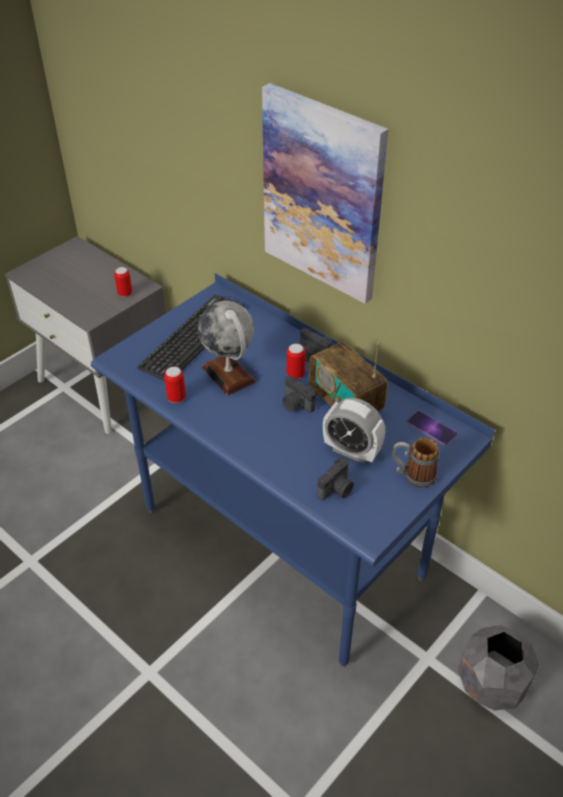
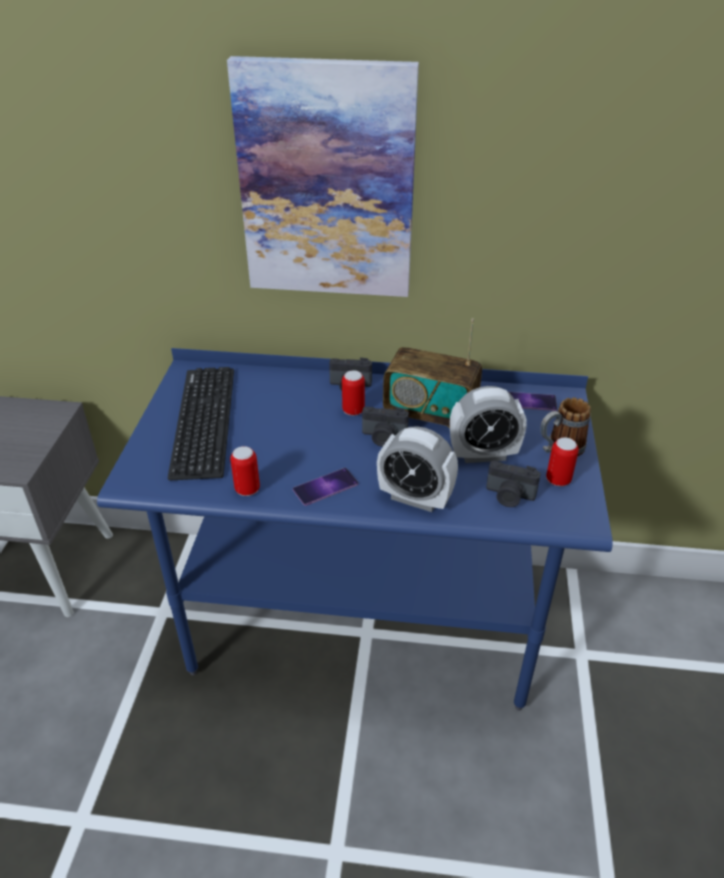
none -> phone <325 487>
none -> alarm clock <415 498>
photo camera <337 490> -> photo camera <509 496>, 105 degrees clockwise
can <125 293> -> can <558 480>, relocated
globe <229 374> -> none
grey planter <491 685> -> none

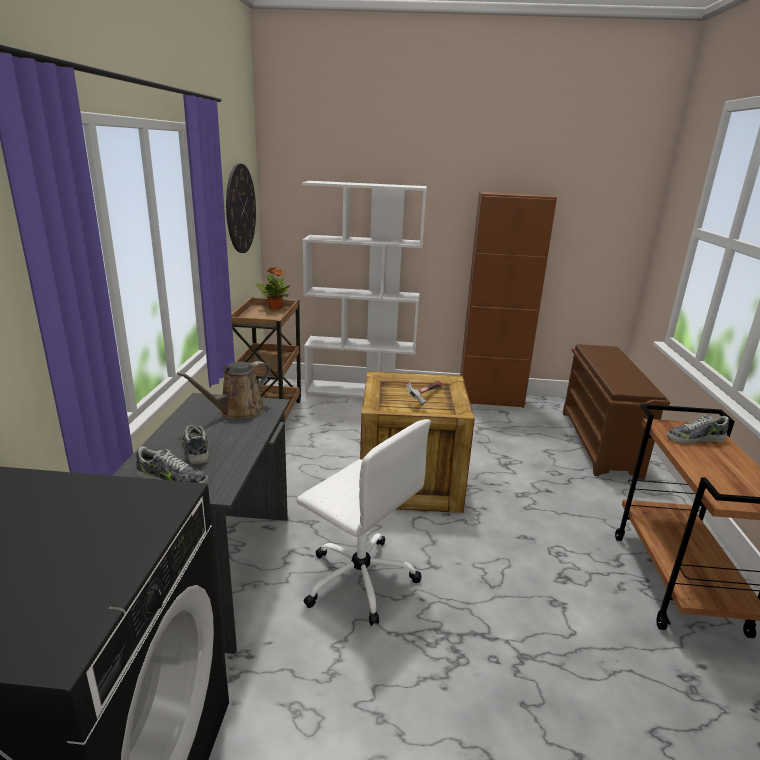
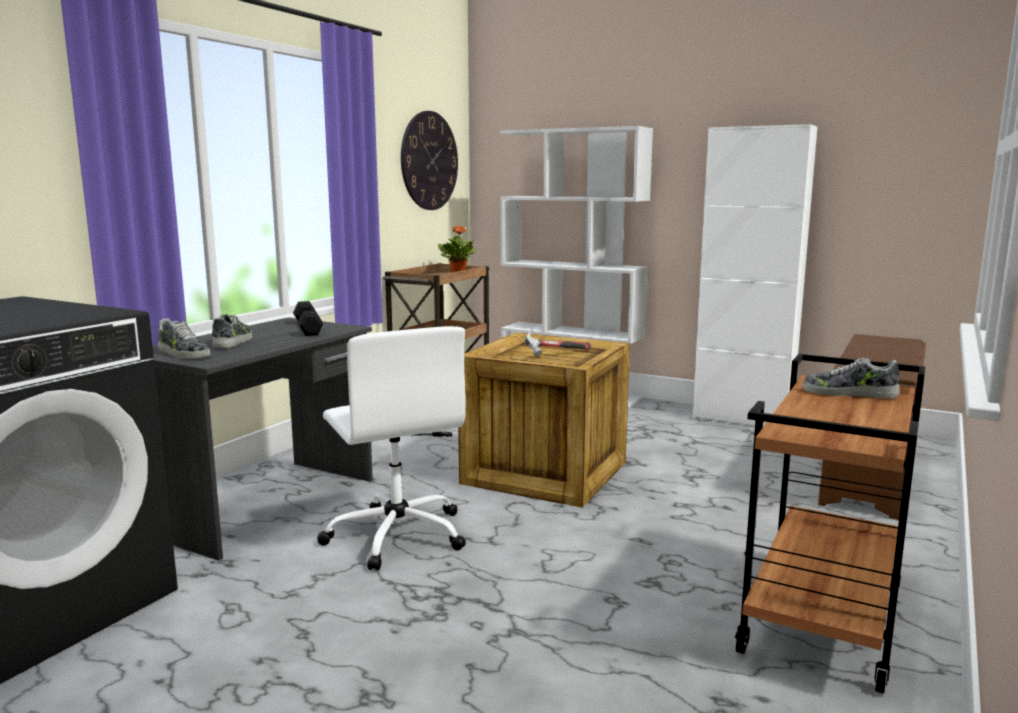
brown watering can <237 411> -> black dumbbell <308 328>
brown cabinet <490 399> -> white cabinet <742 419>

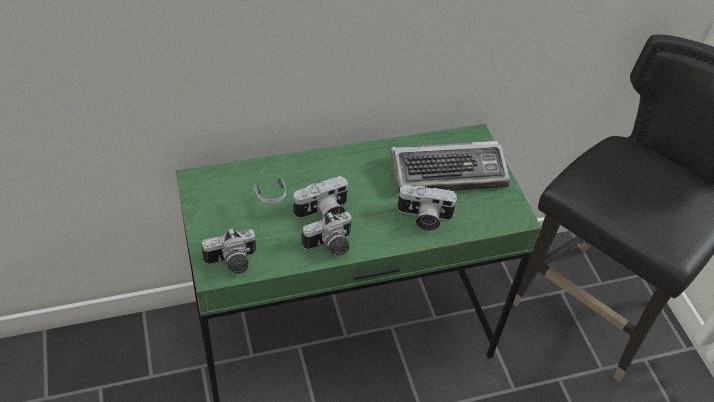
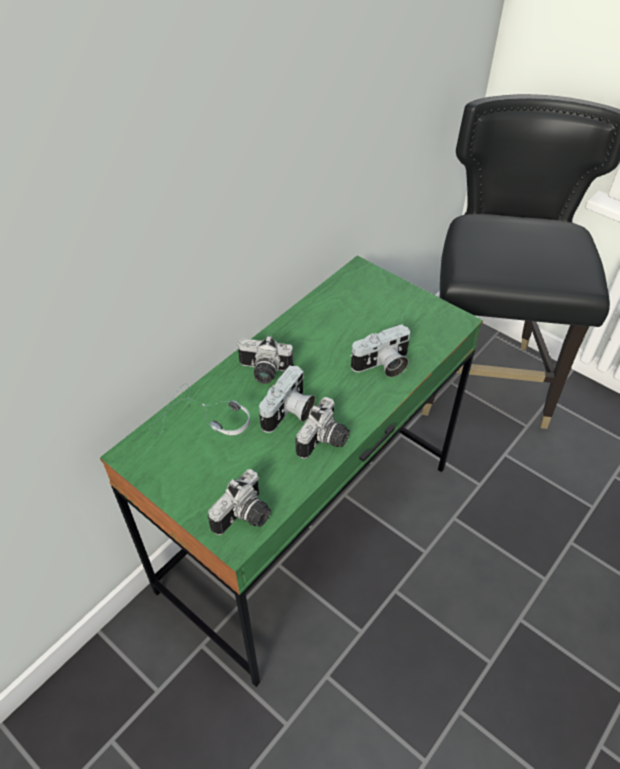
none -> photo camera <264 372>
keyboard <449 172> -> none

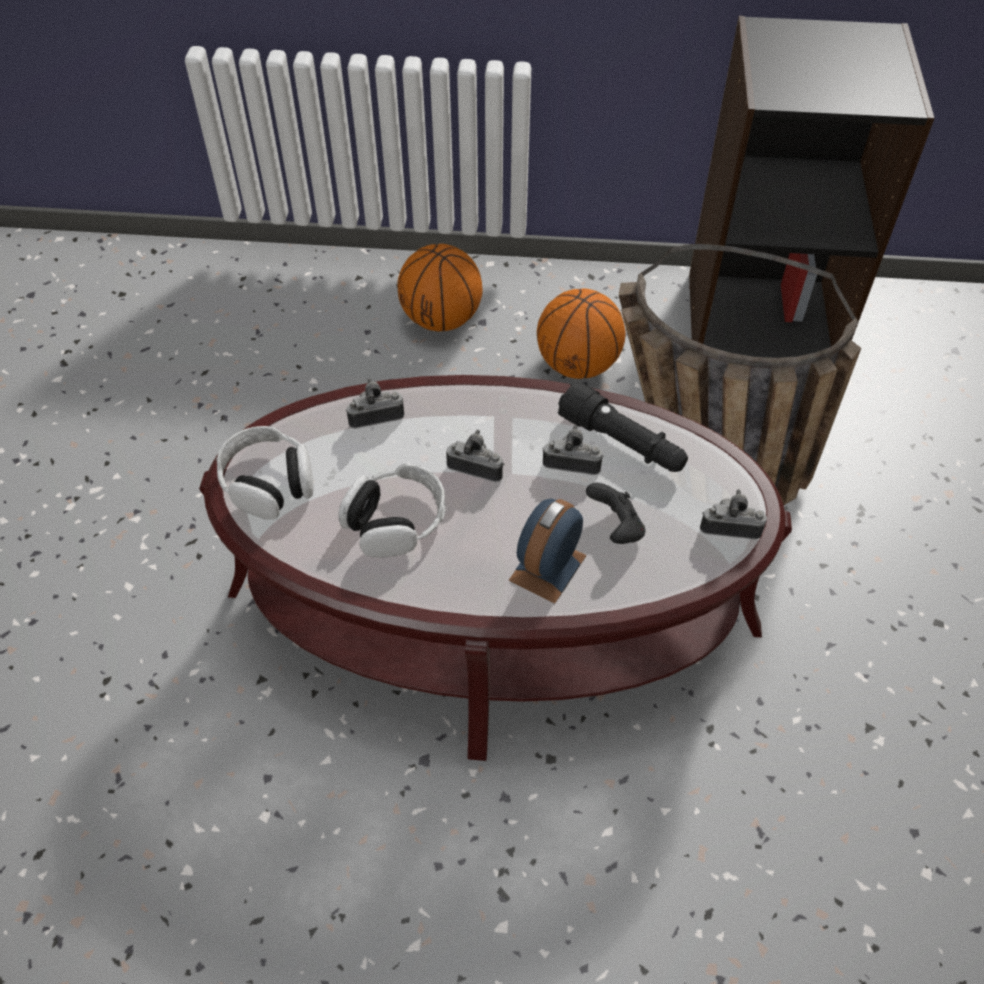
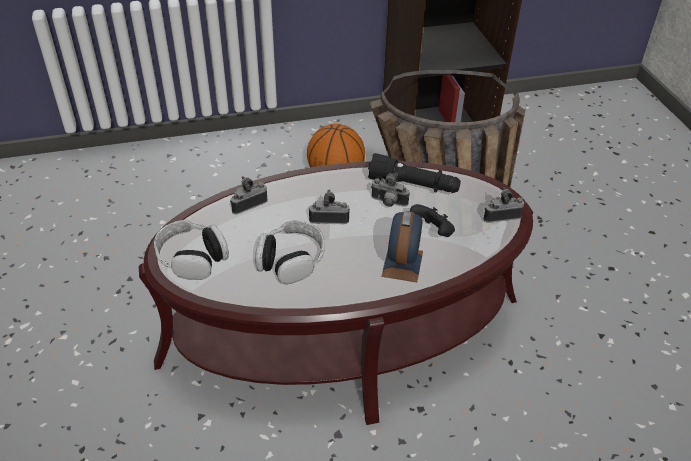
photo camera <572 463> -> photo camera <388 203>, 150 degrees counterclockwise
basketball <441 319> -> none

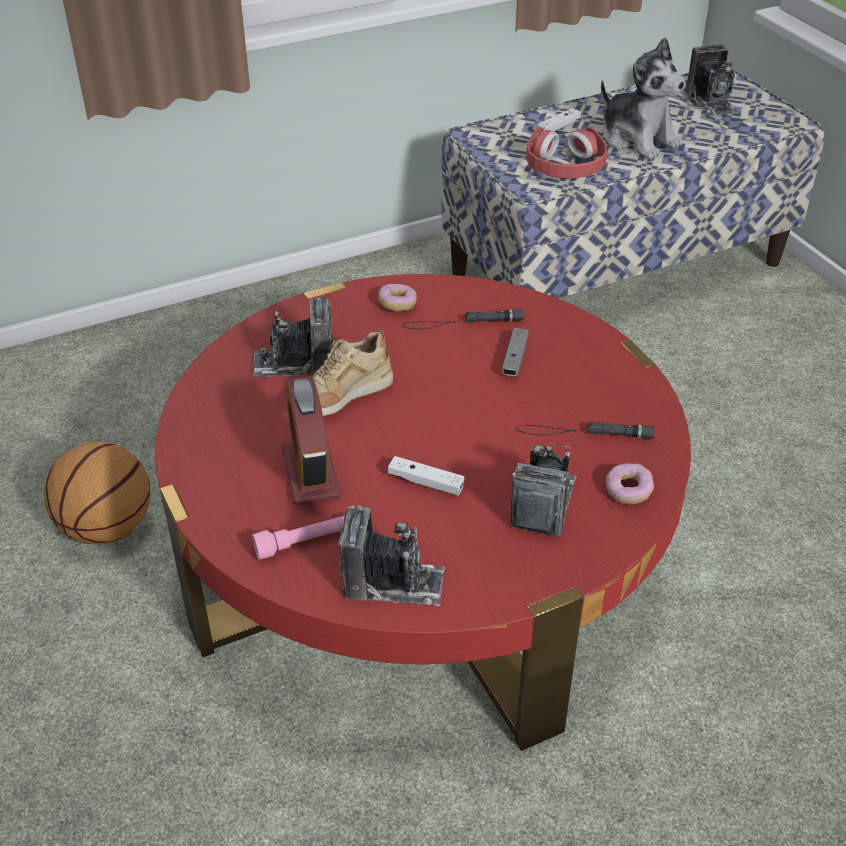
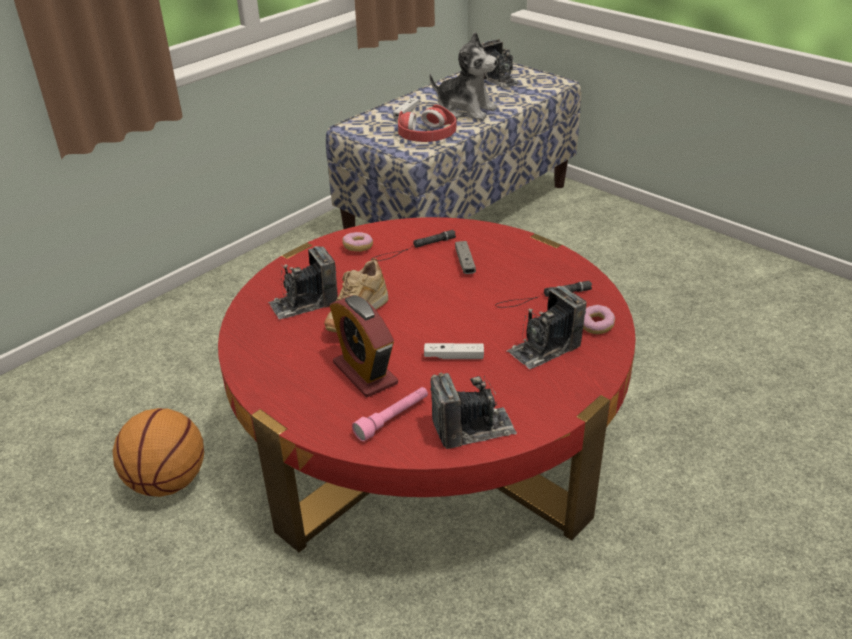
photo camera <543 503> -> photo camera <544 348>, 120 degrees counterclockwise

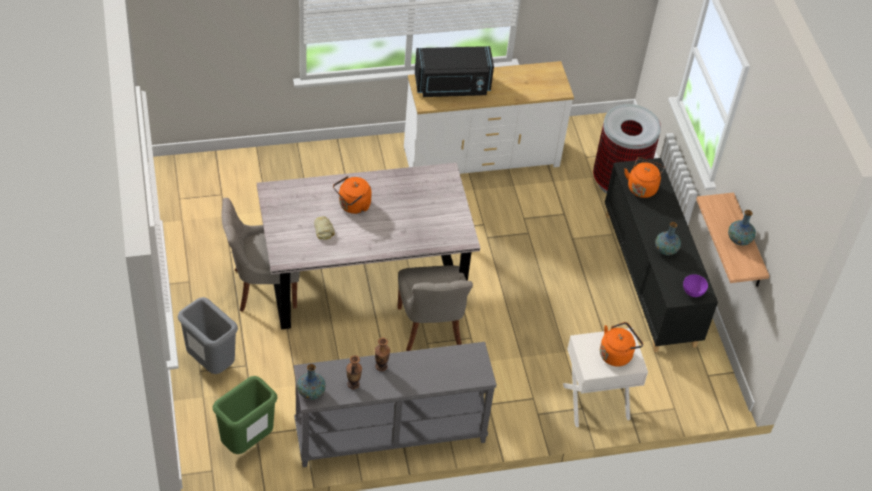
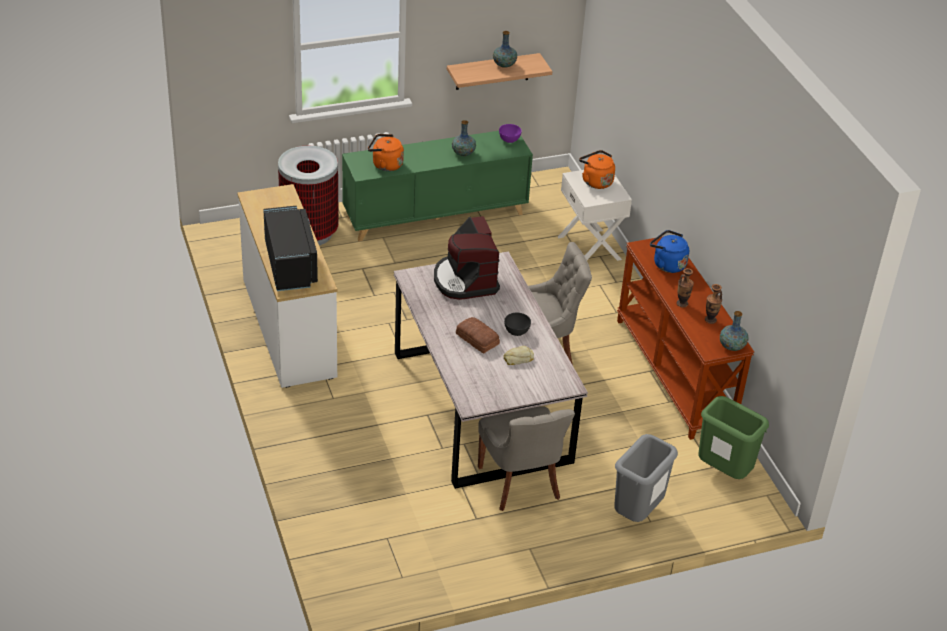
black cabinet <650 279> -> green cabinet <436 215>
none -> coffee machine <465 280>
orange kettle <353 205> -> bread <477 339>
none -> grey bowl <517 332>
grey console table <390 435> -> brown console table <675 373>
none -> blue kettle <667 264>

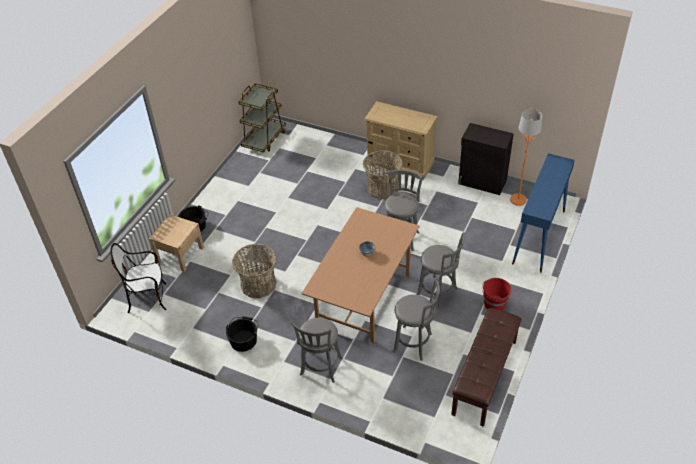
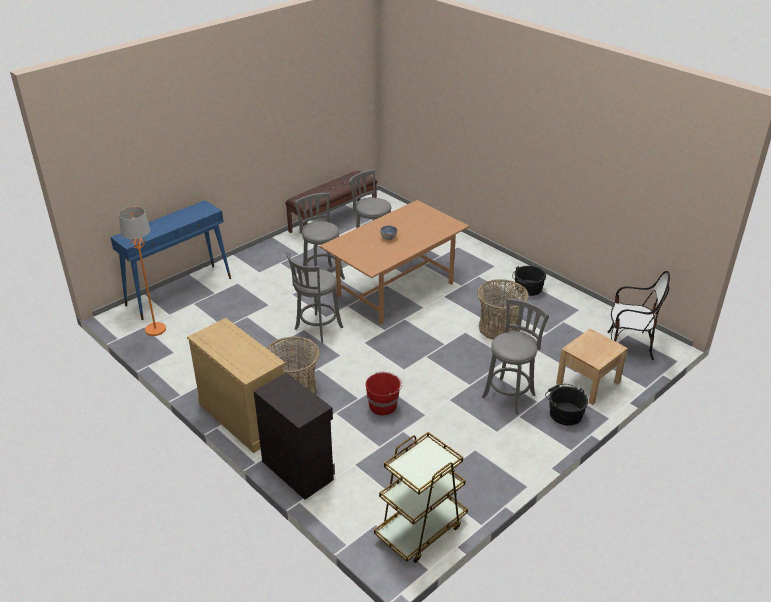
black cabinet <482 183> -> black cabinet <298 469>, relocated
red bucket <494 303> -> red bucket <383 405>, relocated
grey stool <320 368> -> grey stool <510 394>, relocated

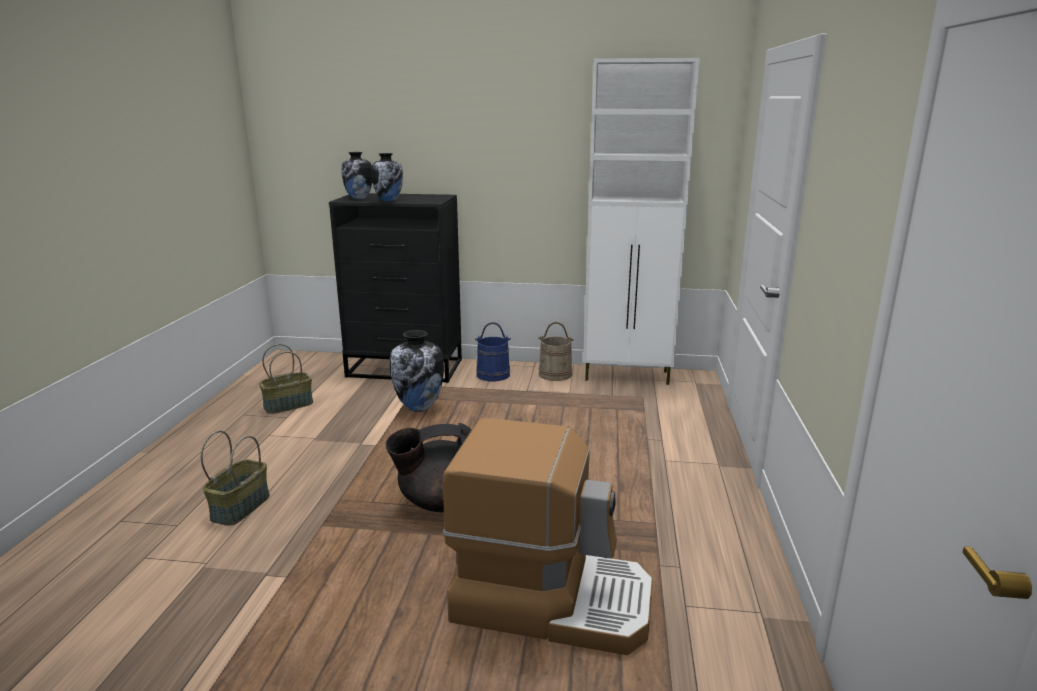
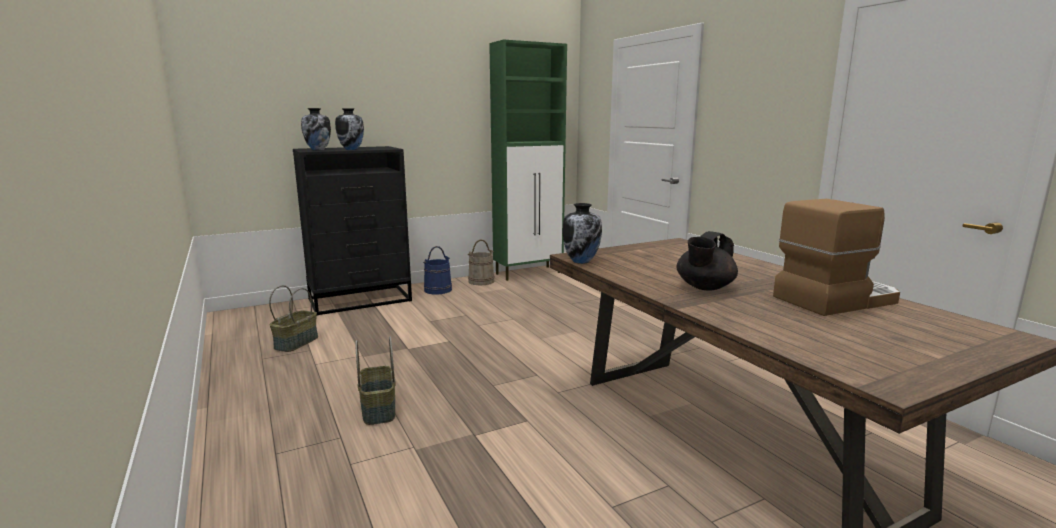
white cabinet <628 376> -> green cabinet <529 273>

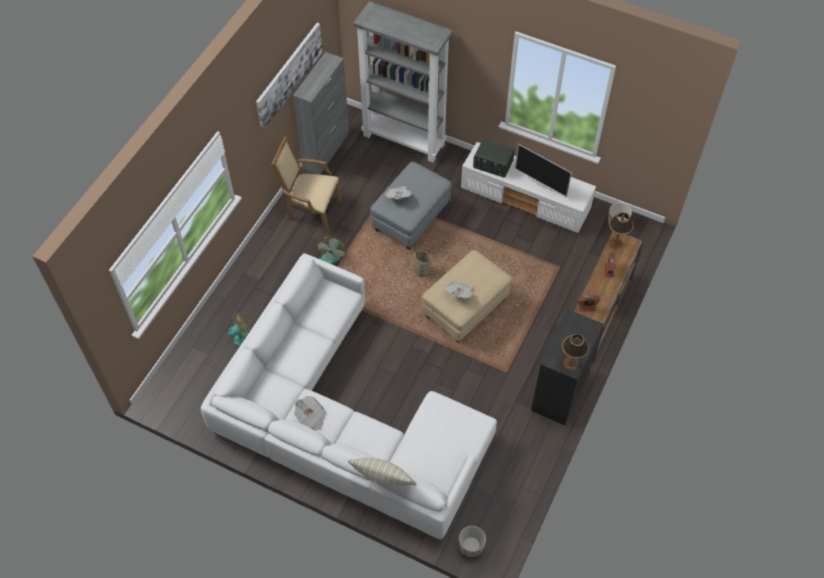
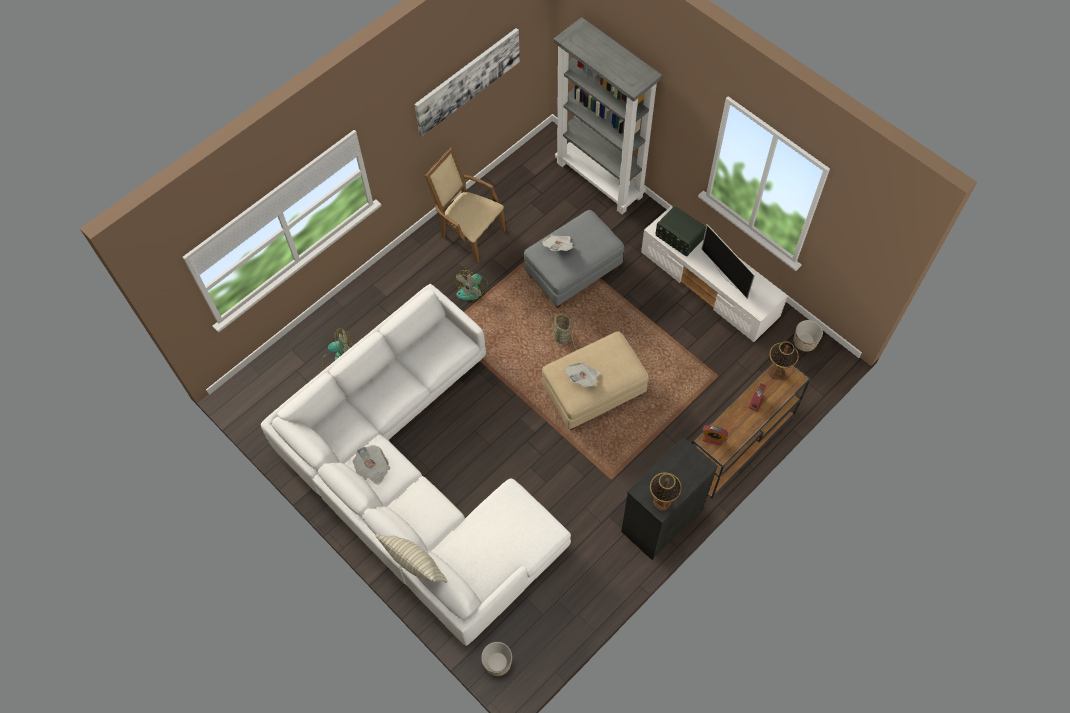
grey cabinet <326 150> -> none

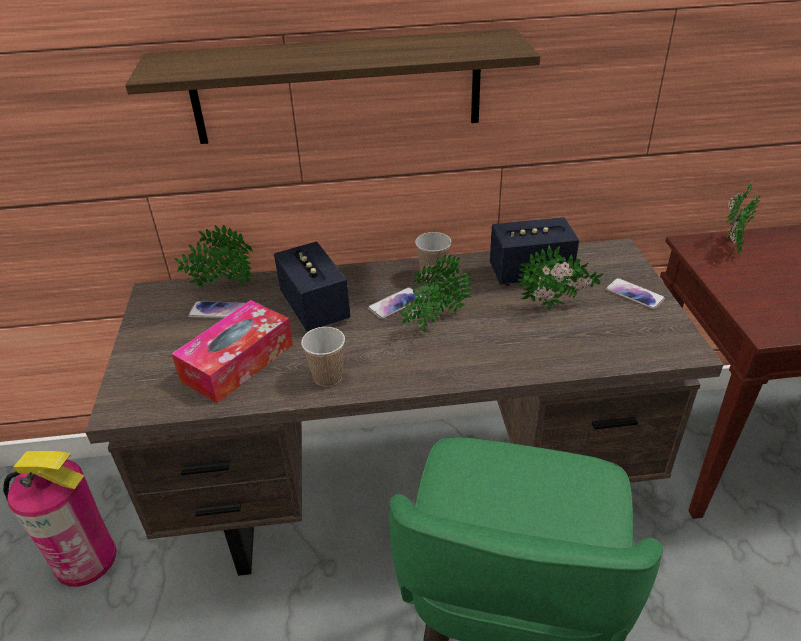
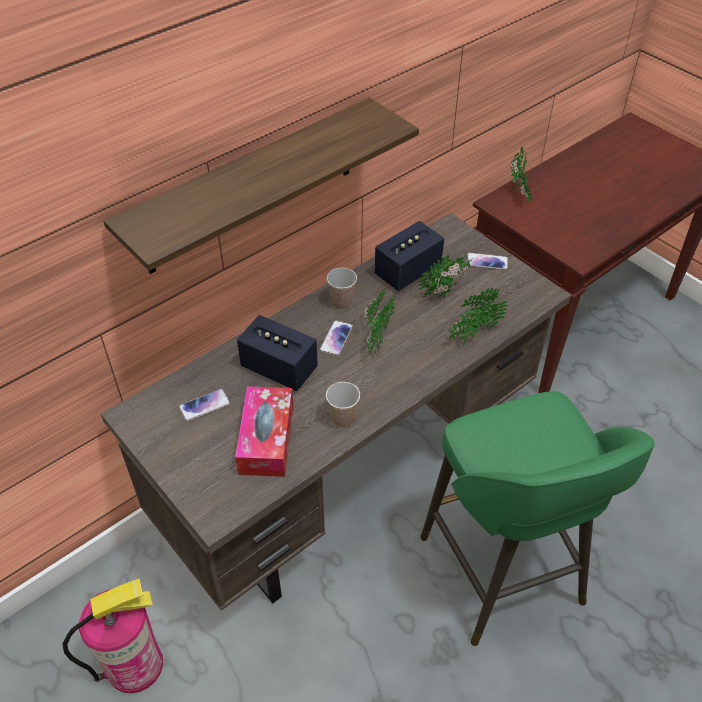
potted plant <221 284> -> potted plant <472 335>, relocated

